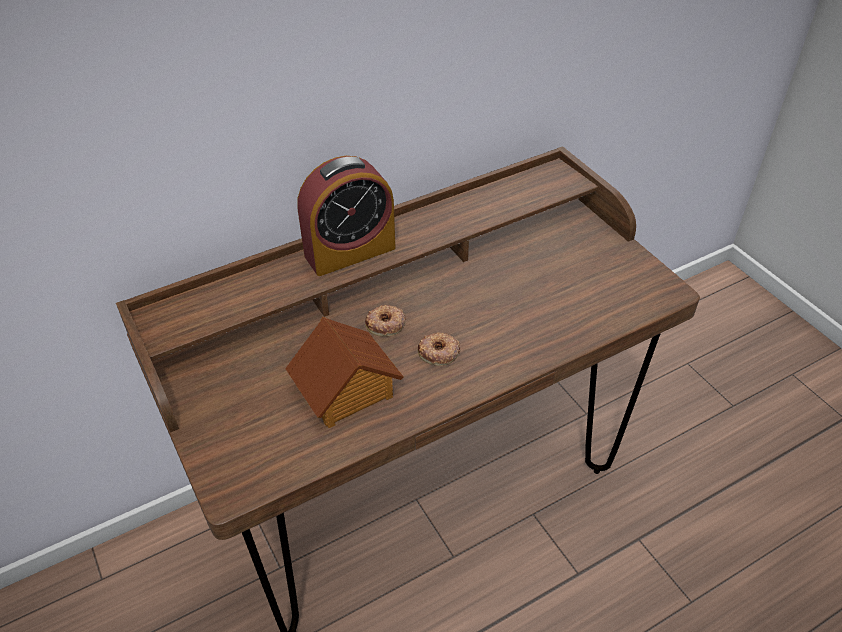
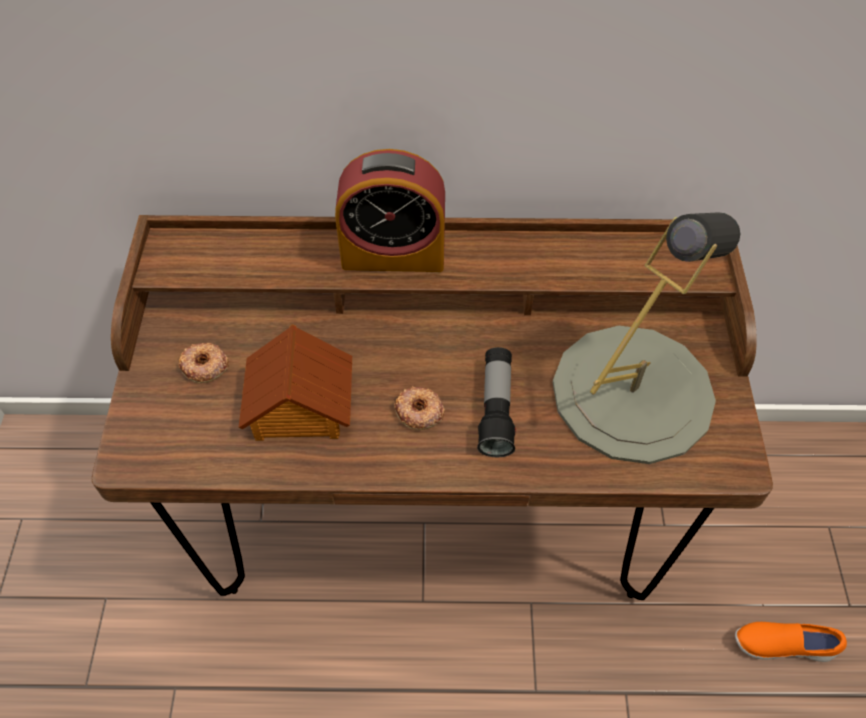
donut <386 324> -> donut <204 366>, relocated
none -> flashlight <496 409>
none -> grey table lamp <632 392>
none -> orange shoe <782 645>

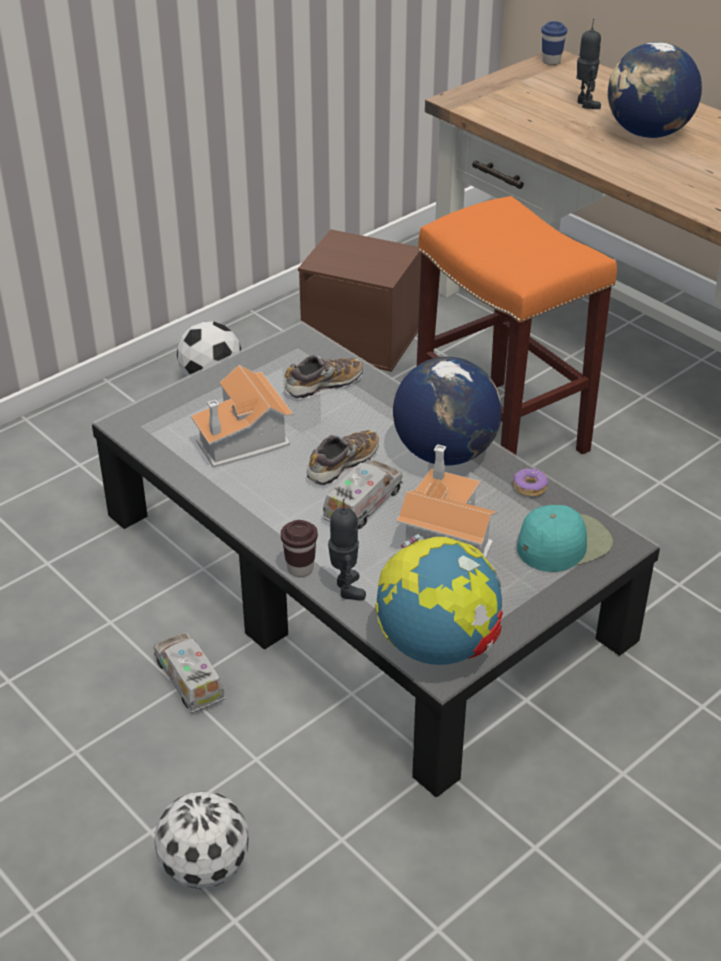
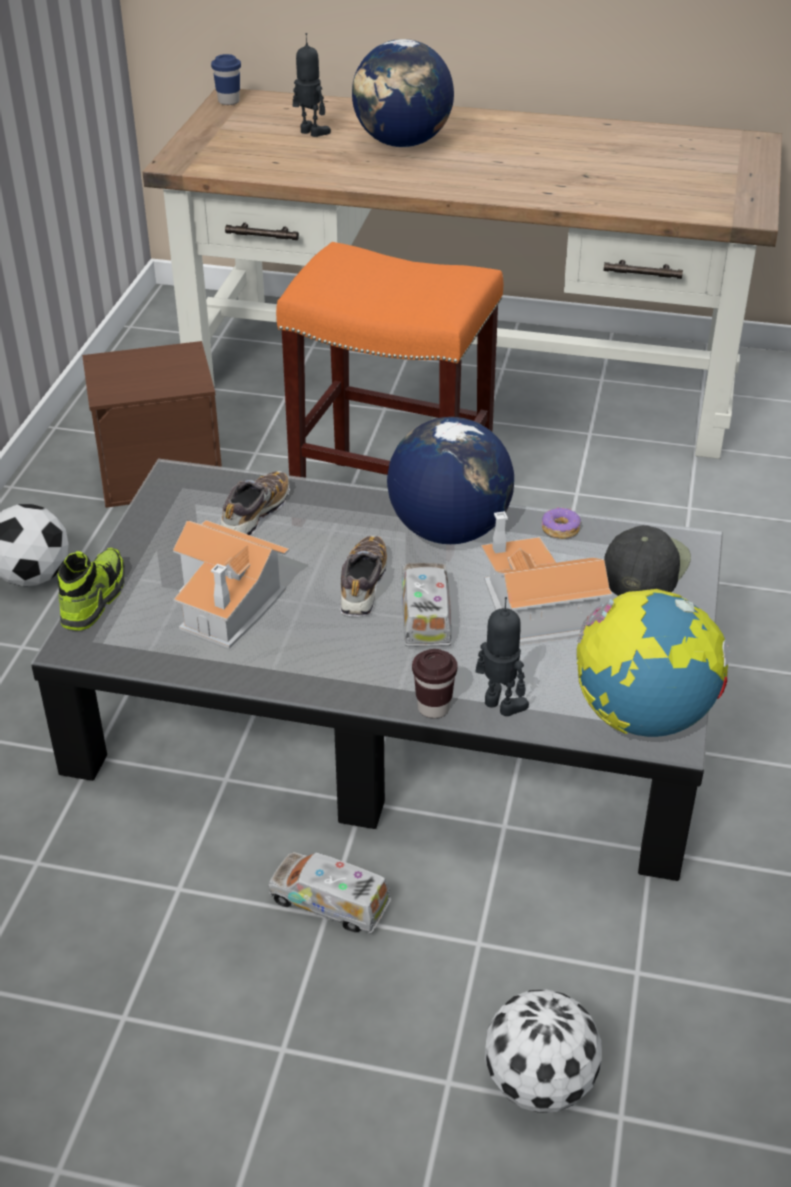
none -> shoe <94 598>
turquoise cap <563 543> -> black cap <644 567>

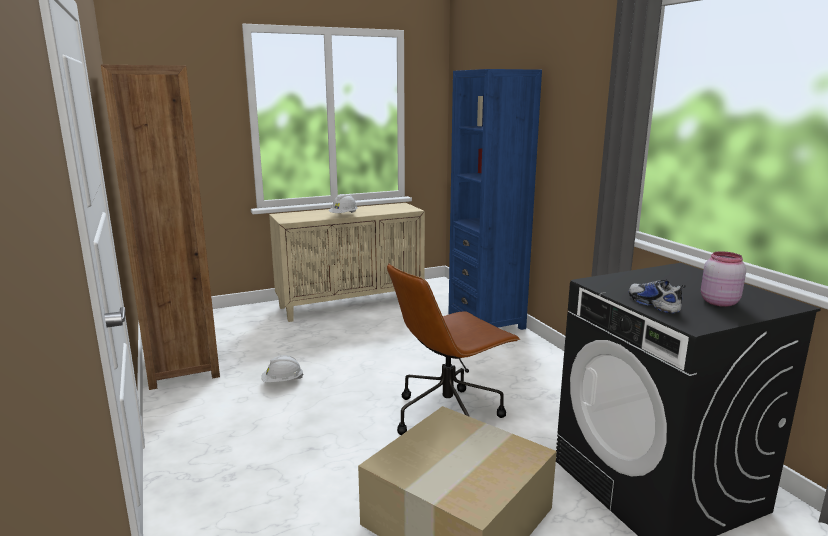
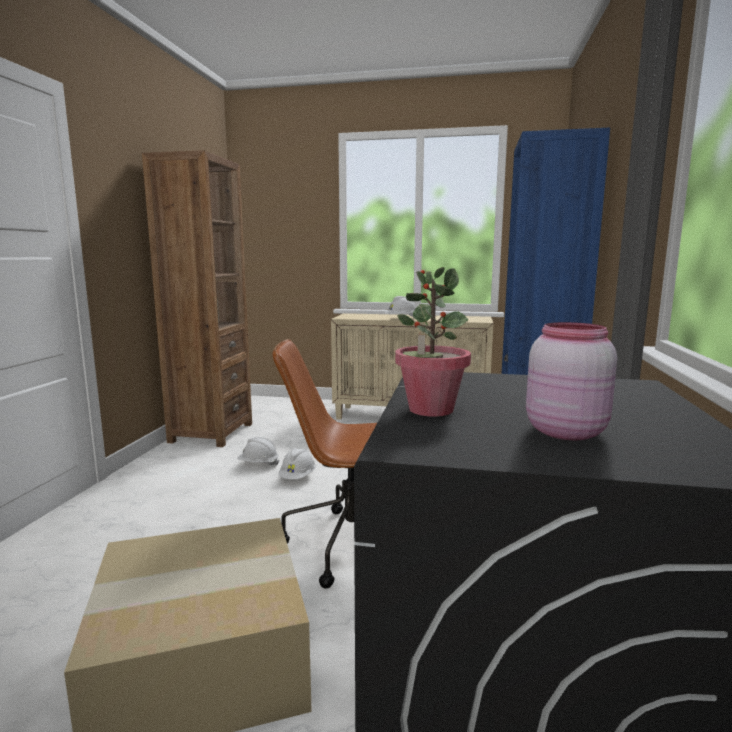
none -> white hard hat <297 477>
shoe <653 304> -> potted plant <430 409>

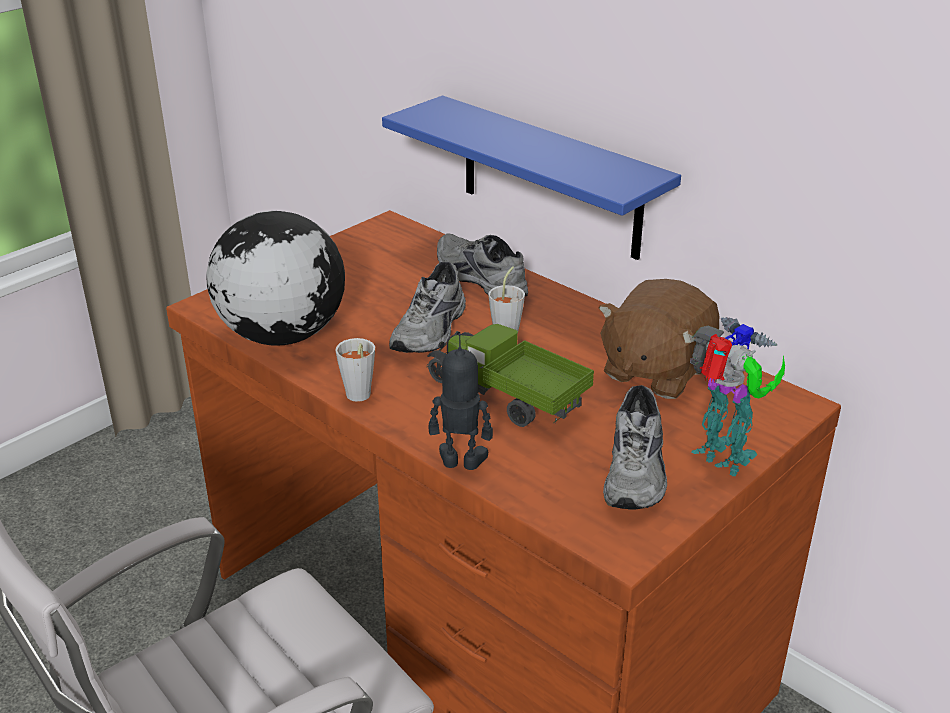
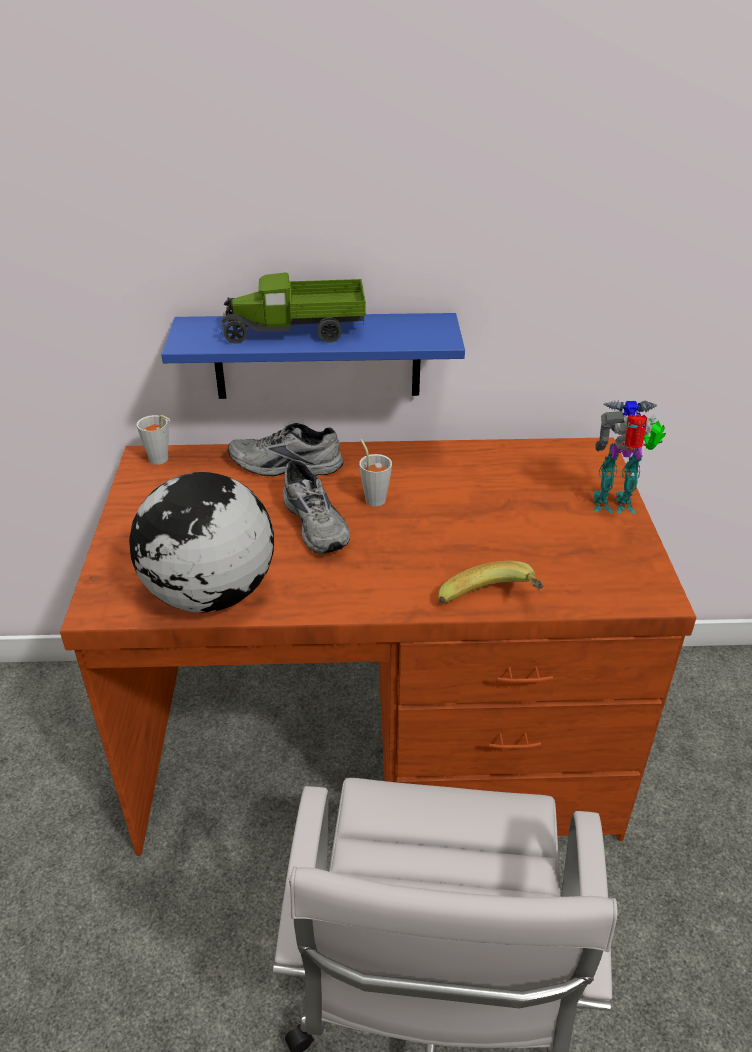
grey cup <357 398> -> grey cup <161 461>, relocated
toy truck <506 396> -> toy truck <296 331>, relocated
toy robot <461 463> -> banana <491 606>
brown plush toy <655 371> -> none
grey shoe <638 471> -> none

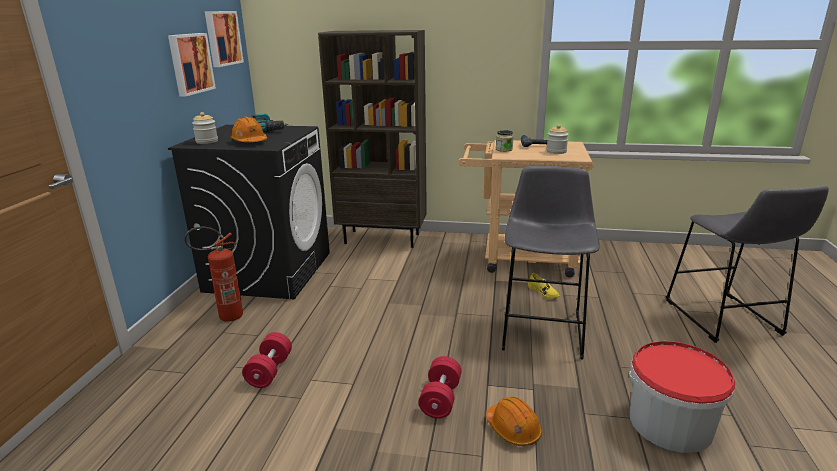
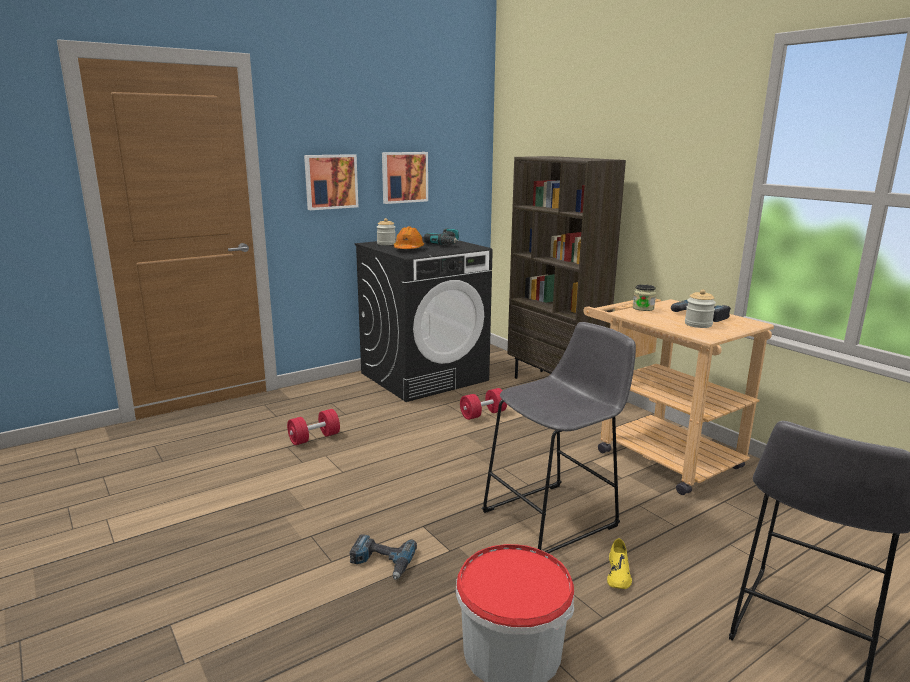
picture <222 38> -> picture <330 181>, relocated
orange hard hat <513 429> -> power drill <381 562>
red dumbbell <440 399> -> red dumbbell <483 414>, relocated
yellow shoe <543 292> -> yellow shoe <618 573>, relocated
fire extinguisher <225 317> -> none

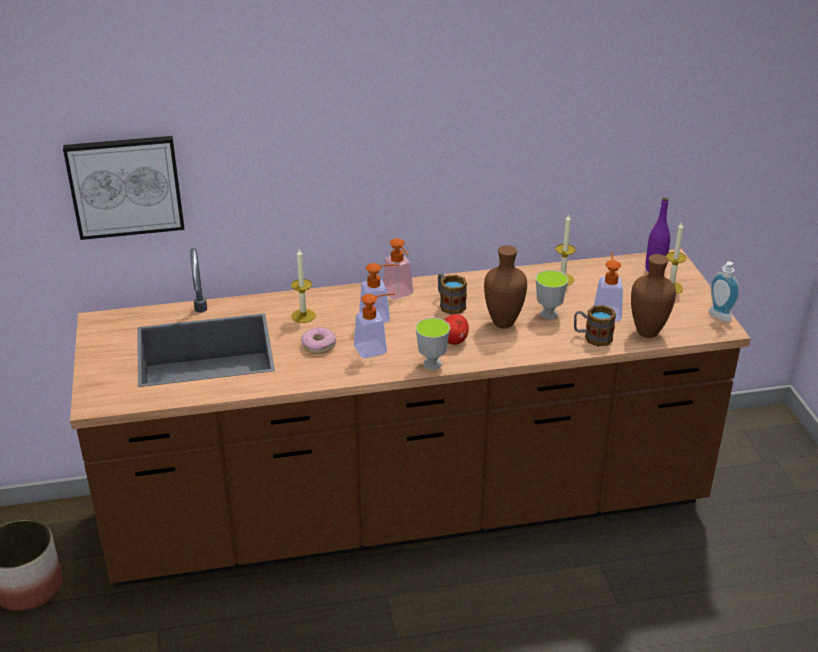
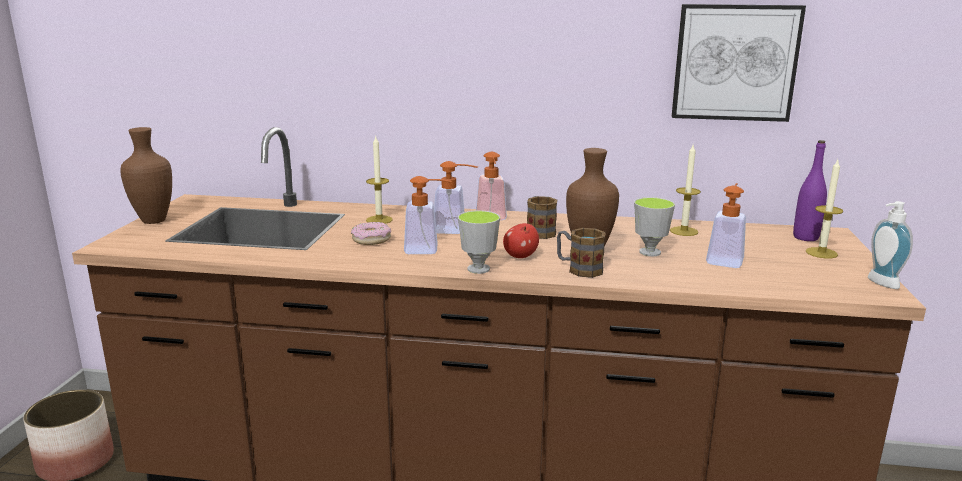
brown vase <647 333> -> brown vase <152 221>, relocated
mug <592 337> -> mug <579 269>, relocated
picture <125 186> -> picture <735 62>, relocated

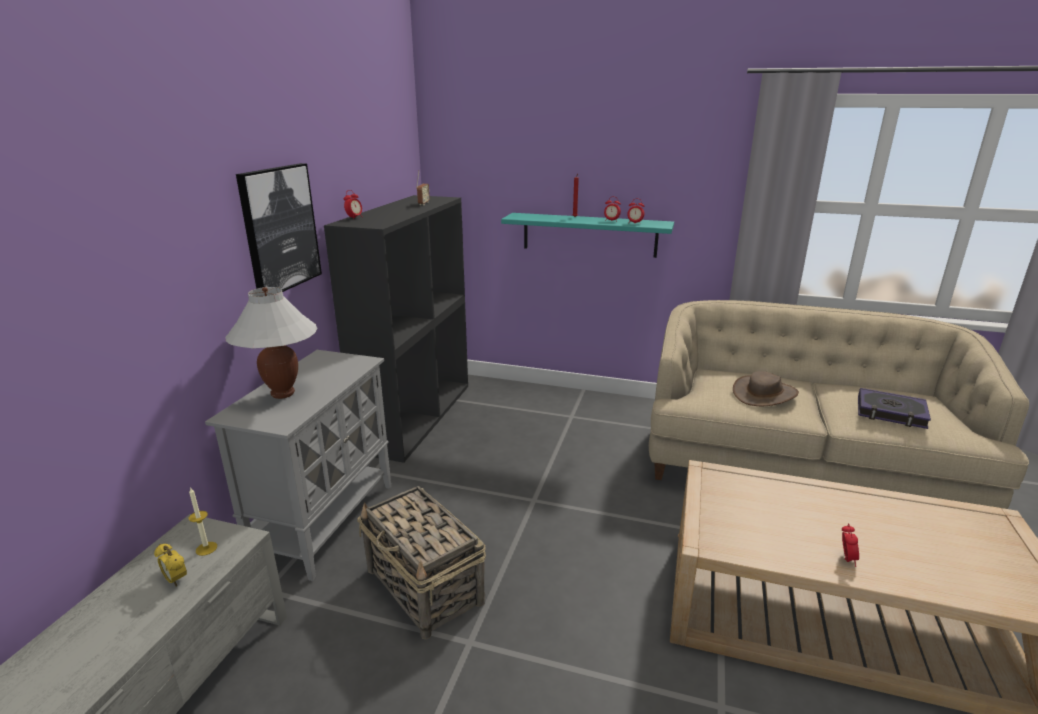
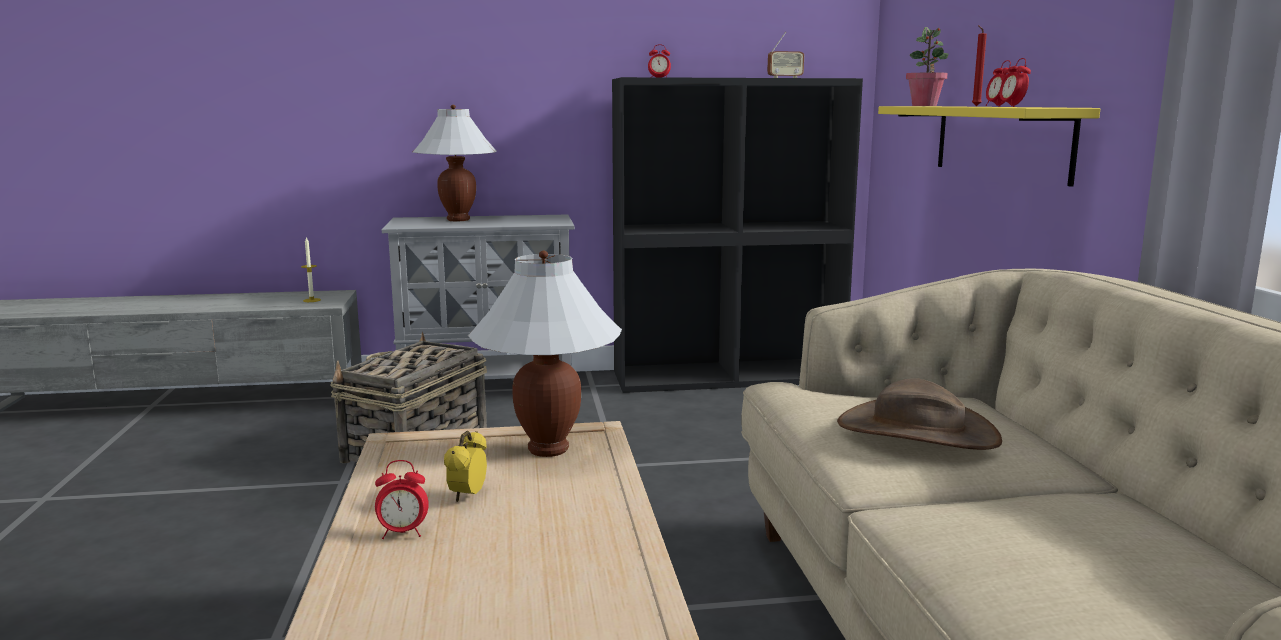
alarm clock <176 580> -> alarm clock <467 496>, relocated
none -> white table lamp <548 450>
turquoise shelf <589 234> -> yellow shelf <1000 141>
none -> potted plant <924 105>
picture <279 229> -> none
book <890 413> -> none

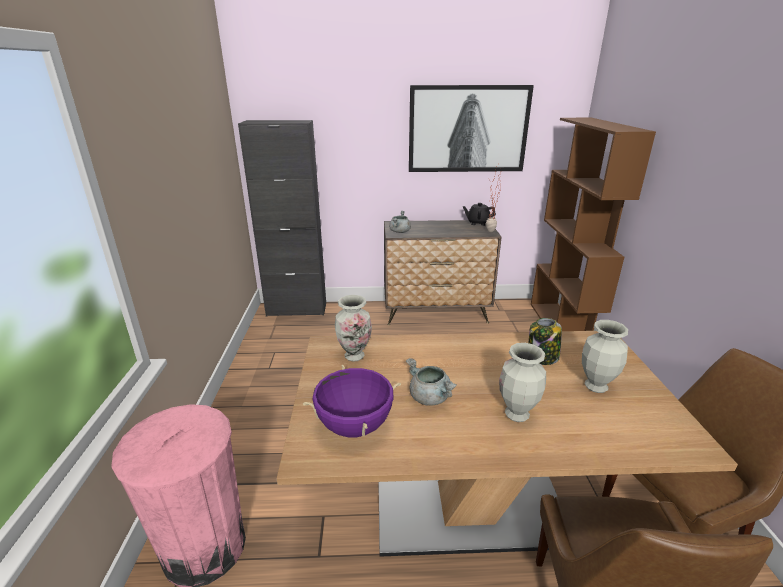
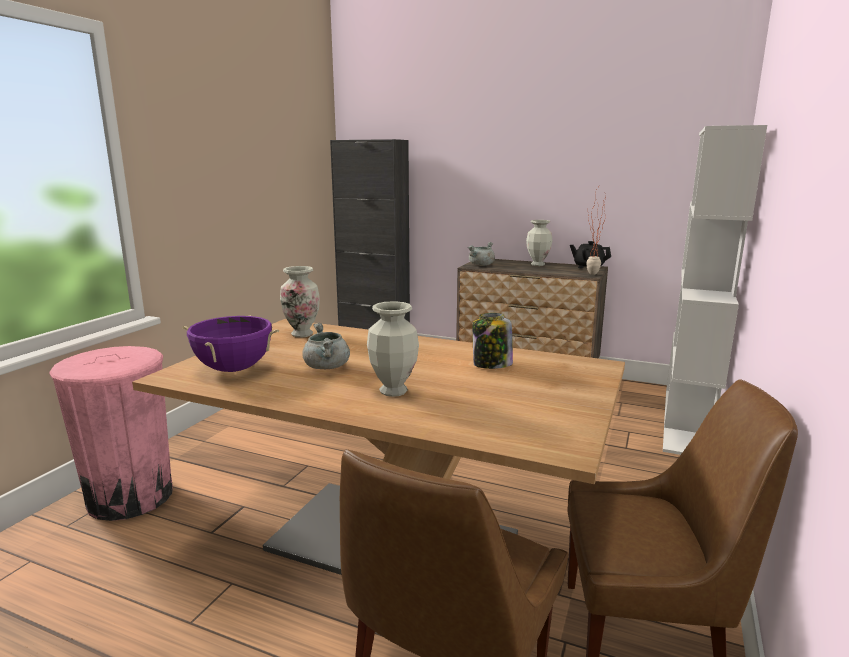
vase <595 386> -> vase <537 265>, relocated
brown bookcase <562 329> -> white bookcase <687 422>
picture <468 129> -> none

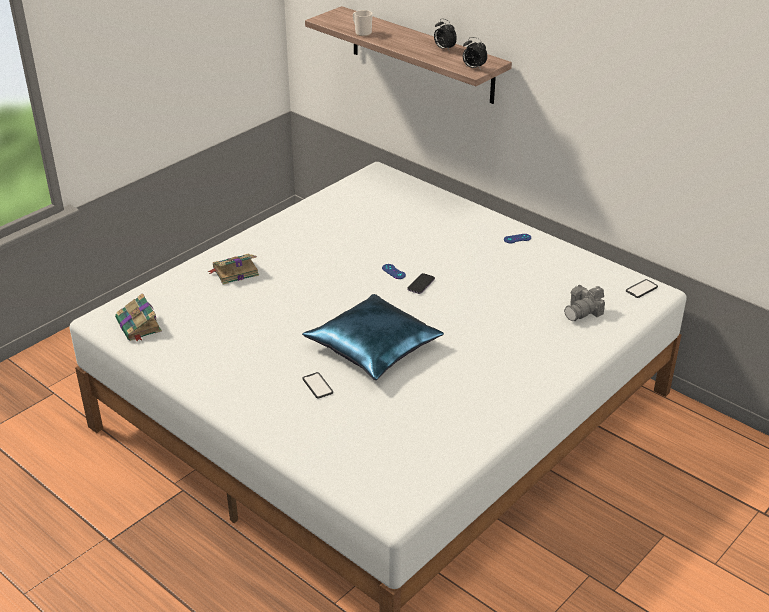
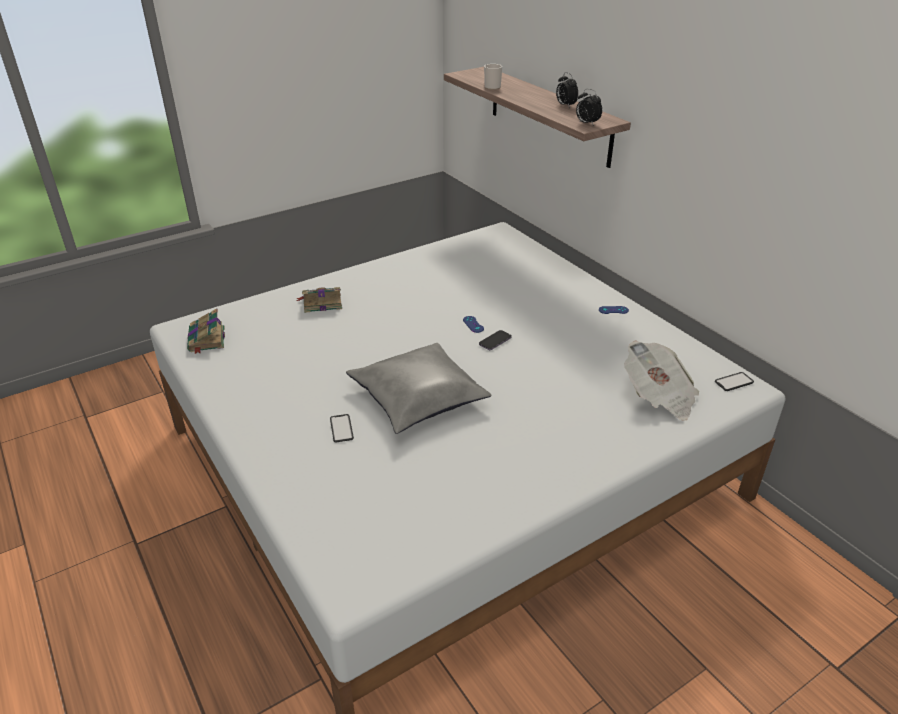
blue pillow <374 347> -> grey pillow <418 398>
photo camera <583 312> -> newspaper <659 396>

